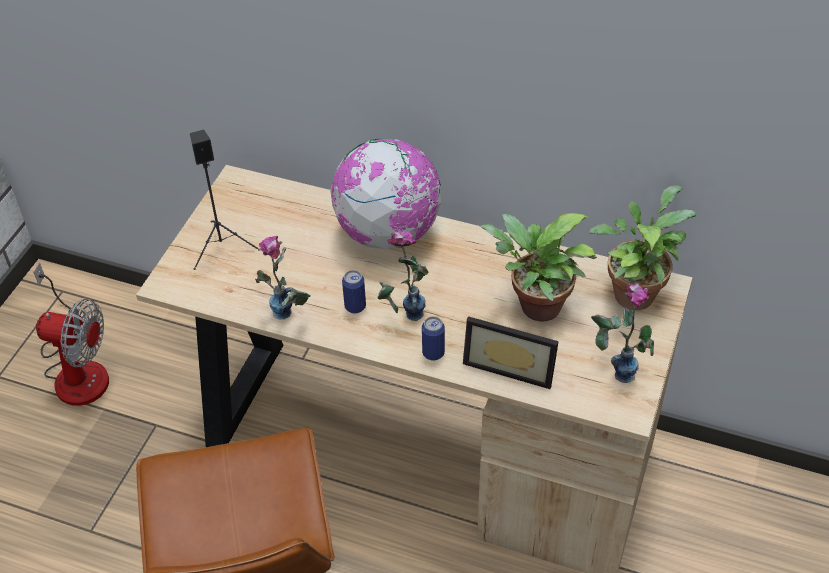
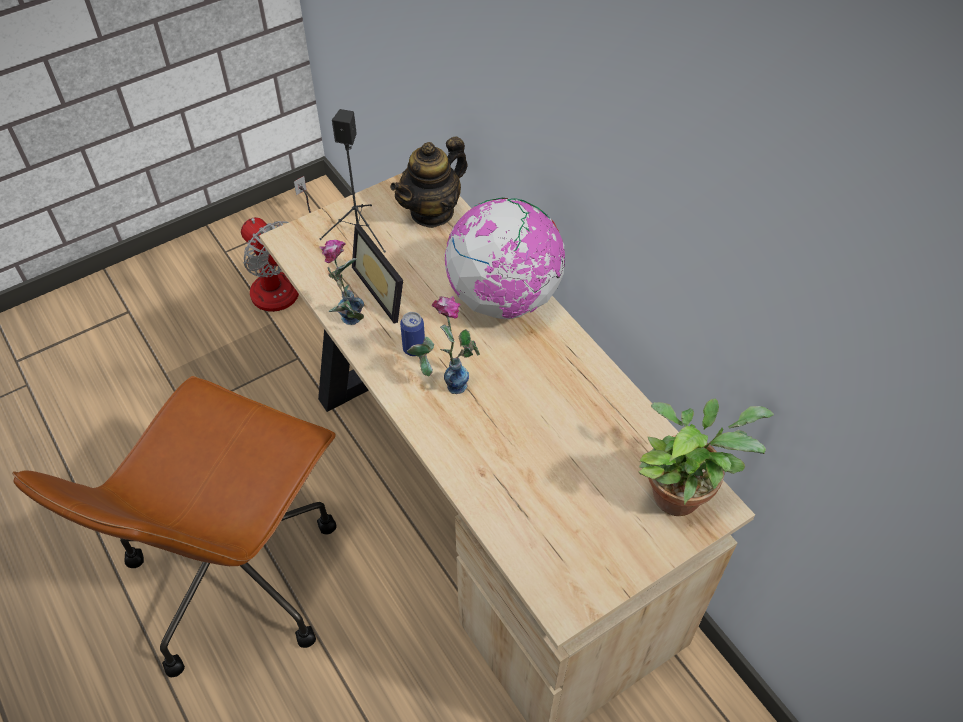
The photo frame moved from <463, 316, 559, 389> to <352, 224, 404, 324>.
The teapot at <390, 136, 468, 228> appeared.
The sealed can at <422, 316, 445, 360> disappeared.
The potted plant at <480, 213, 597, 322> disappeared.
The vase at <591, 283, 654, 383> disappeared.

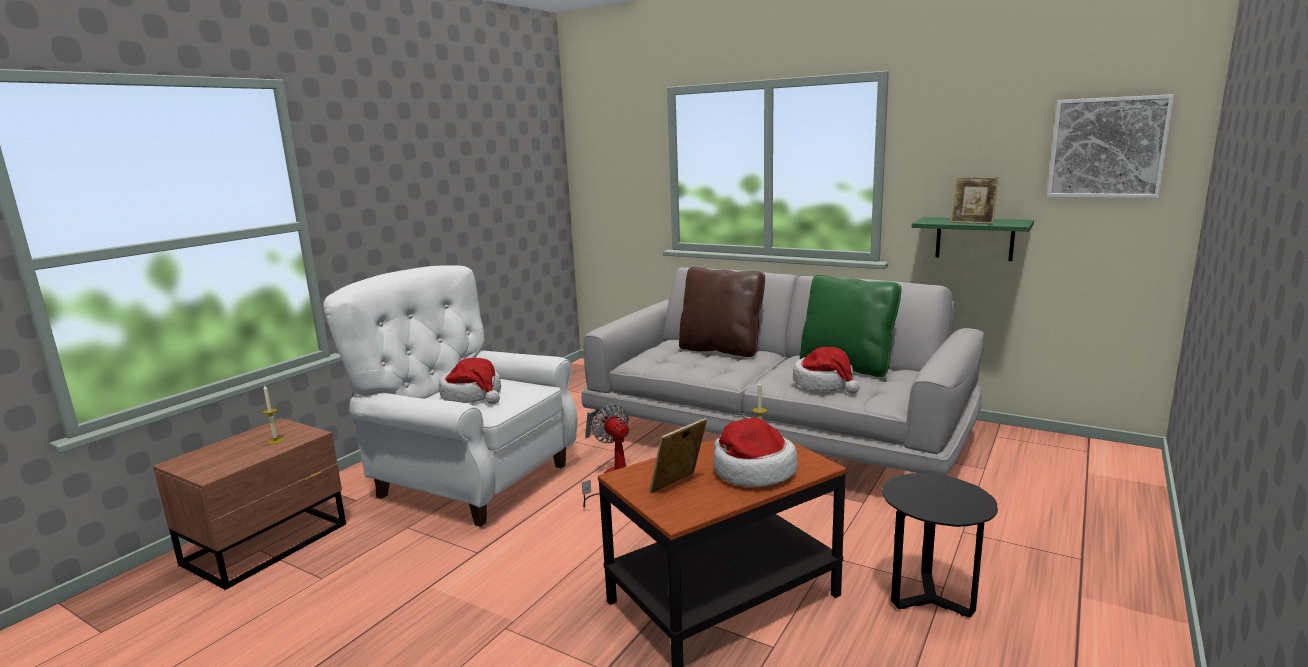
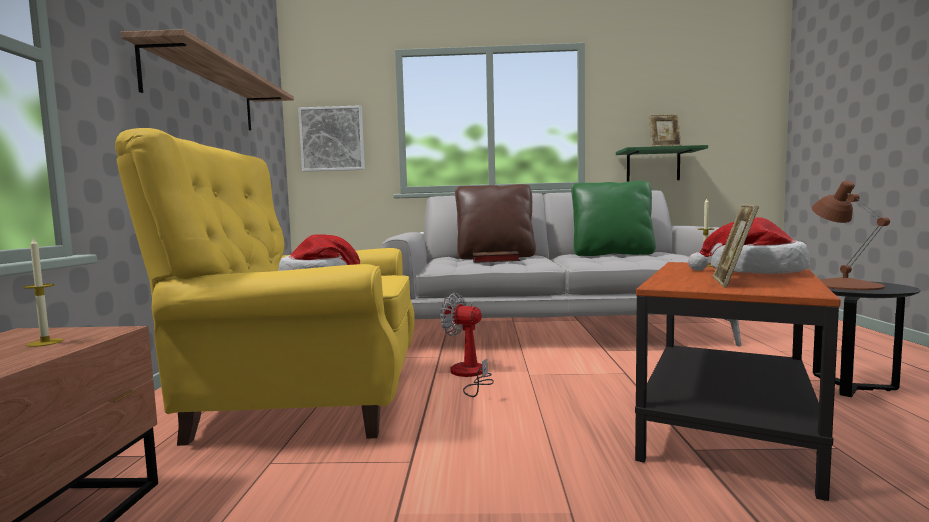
The whitish easy chair at <323, 265, 577, 527> became the yellow easy chair at <115, 128, 415, 446>.
The shelf at <120, 29, 294, 130> appeared.
The picture moved from <1047, 94, 1174, 198> to <298, 105, 365, 172>.
The bound book at <473, 251, 520, 263> appeared.
The brown-coloured table lamp at <812, 181, 890, 290> appeared.
The hat at <793, 347, 860, 394> disappeared.

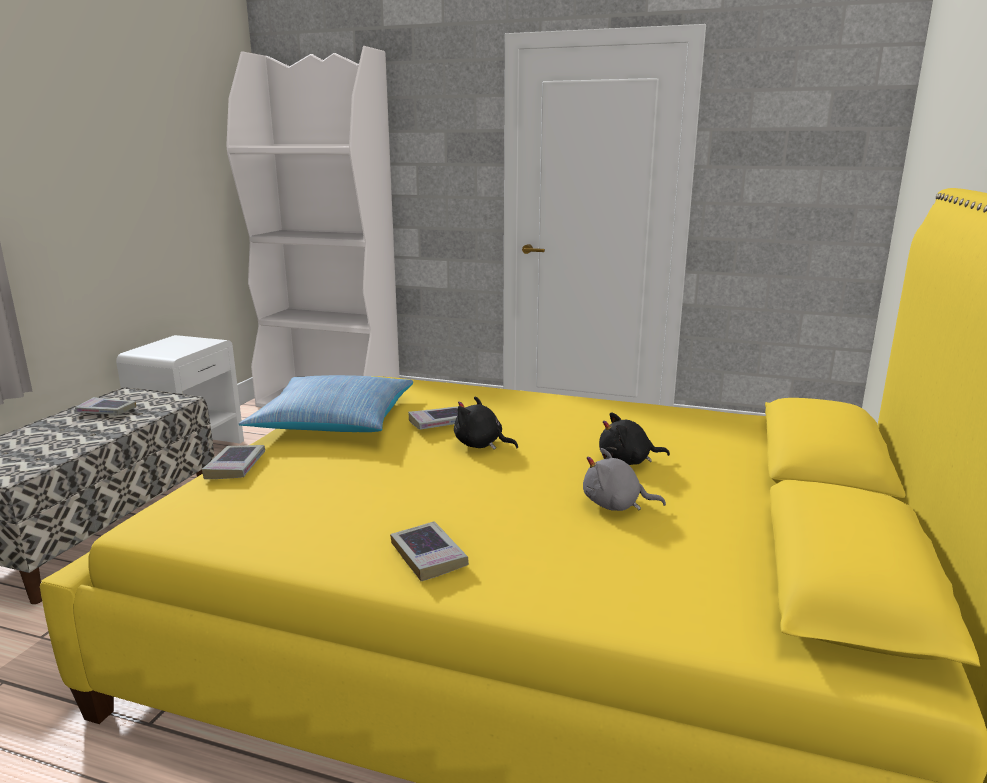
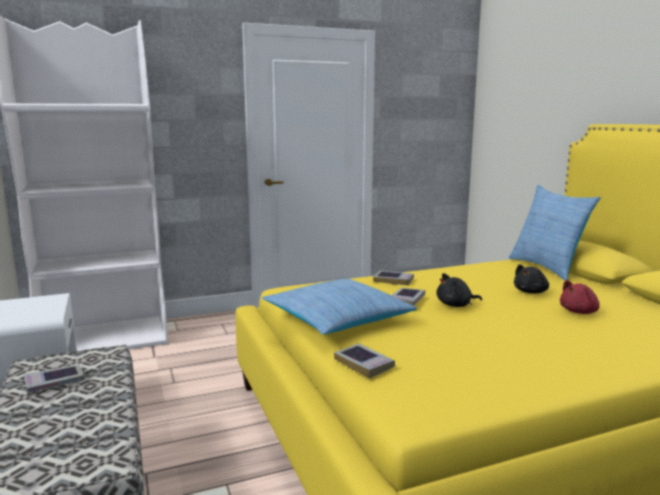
The bound book moved from <390, 521, 469, 581> to <373, 270, 414, 285>.
The cushion at <509, 185, 601, 281> appeared.
The grey plush toy at <583, 448, 666, 511> became the reddish plush toy at <560, 280, 600, 314>.

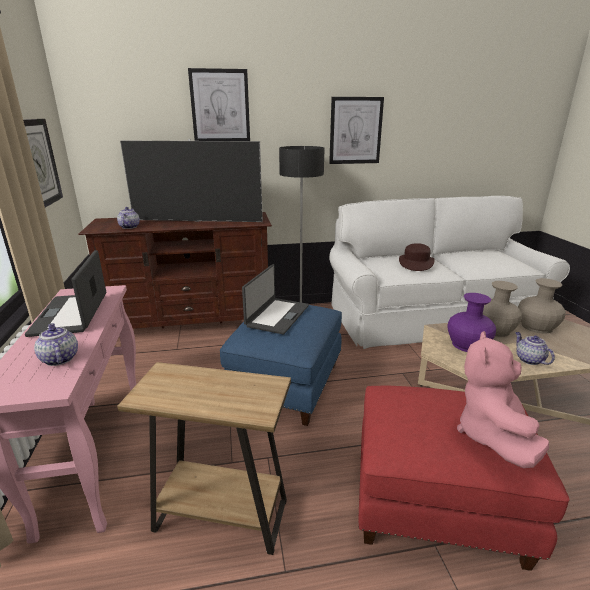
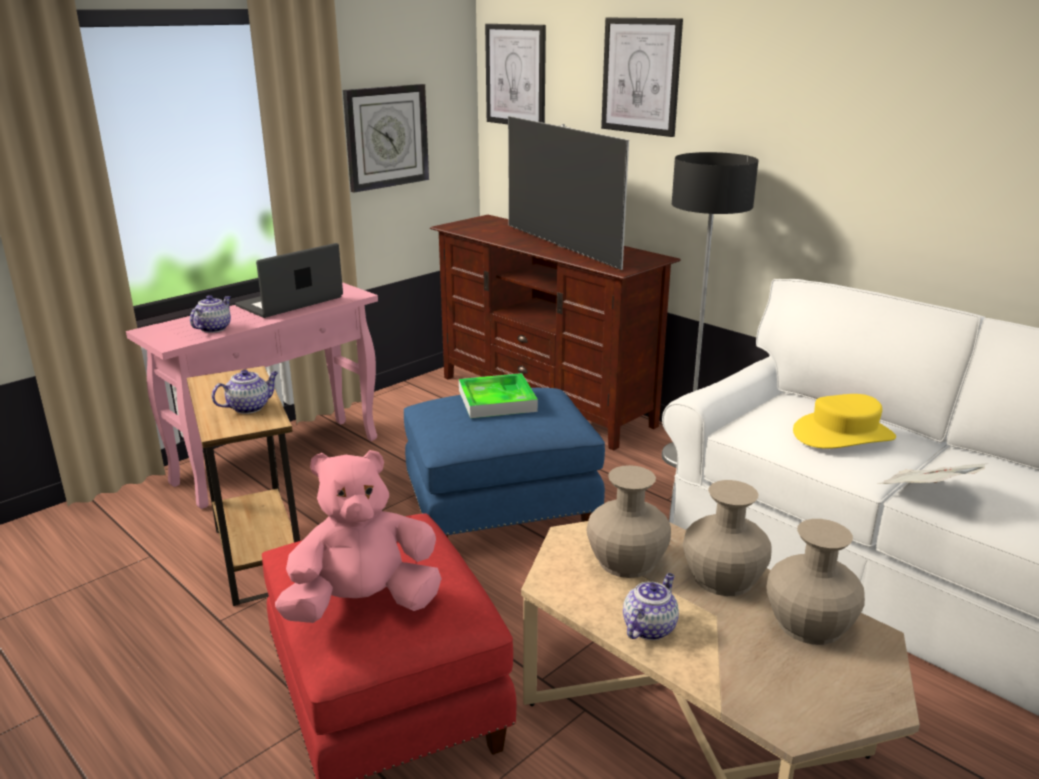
The teapot moved from <117, 207, 140, 229> to <212, 370, 279, 414>.
The portable computer at <242, 264, 309, 335> was replaced by the serving tray at <459, 373, 538, 418>.
The picture moved from <329, 97, 384, 164> to <485, 24, 546, 124>.
The purplish vase at <447, 293, 496, 352> became the beige vase at <587, 465, 671, 578>.
The brown-coloured hat at <399, 243, 435, 271> became the yellow hat at <793, 394, 896, 449>.
The printed paper at <877, 463, 989, 484> appeared.

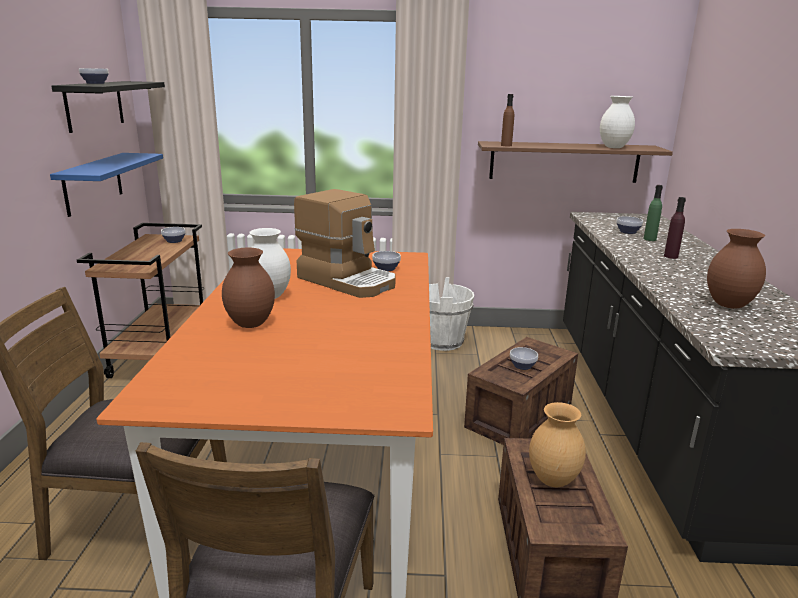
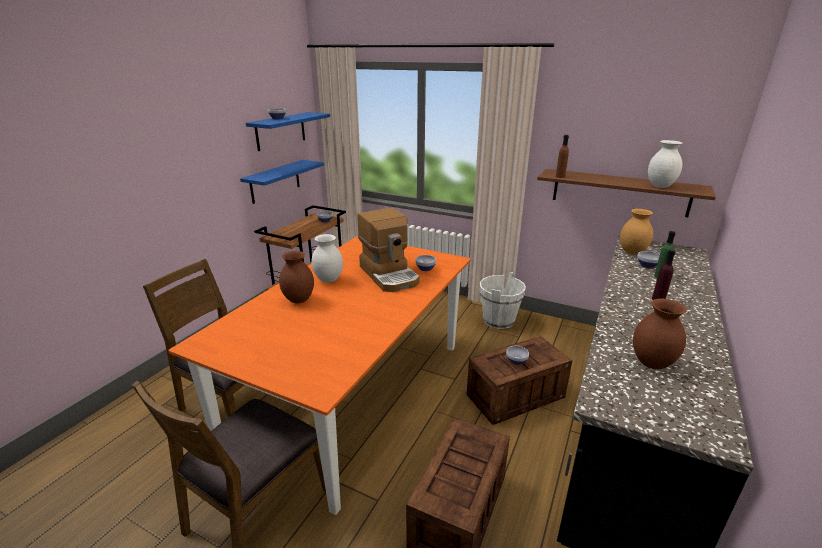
The black-coloured shelf at <51, 81, 165, 133> became the blue-coloured shelf at <246, 112, 330, 151>.
The brown-coloured vase moved from <529, 402, 586, 487> to <620, 209, 653, 255>.

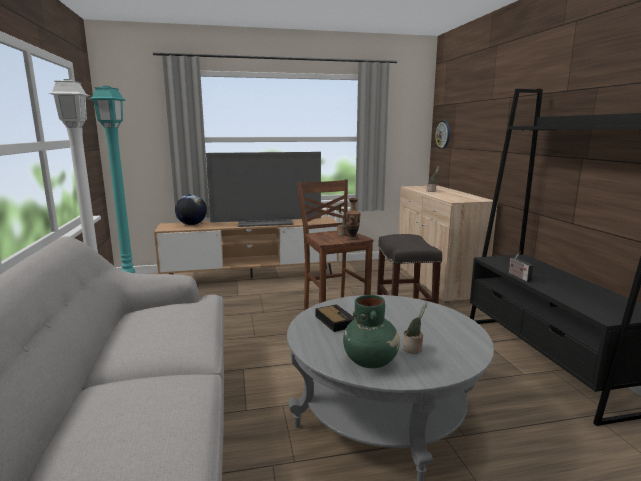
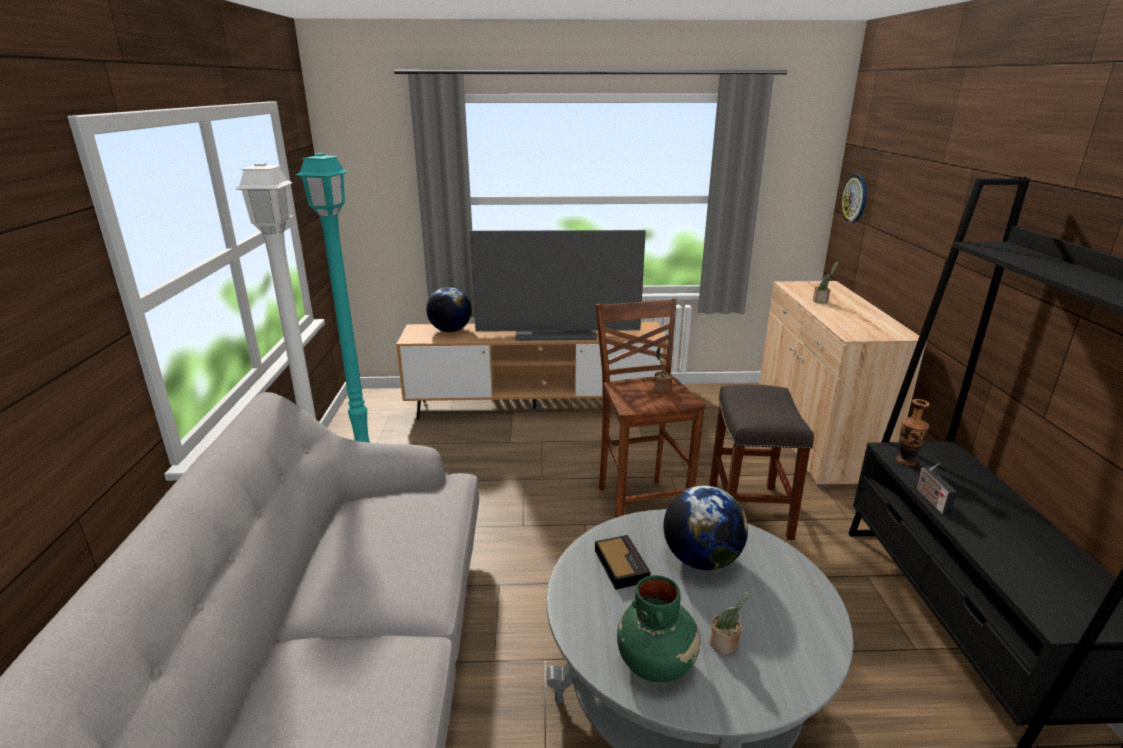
The world globe at <663, 486, 748, 570> appeared.
The vase moved from <346, 198, 361, 240> to <896, 399, 930, 466>.

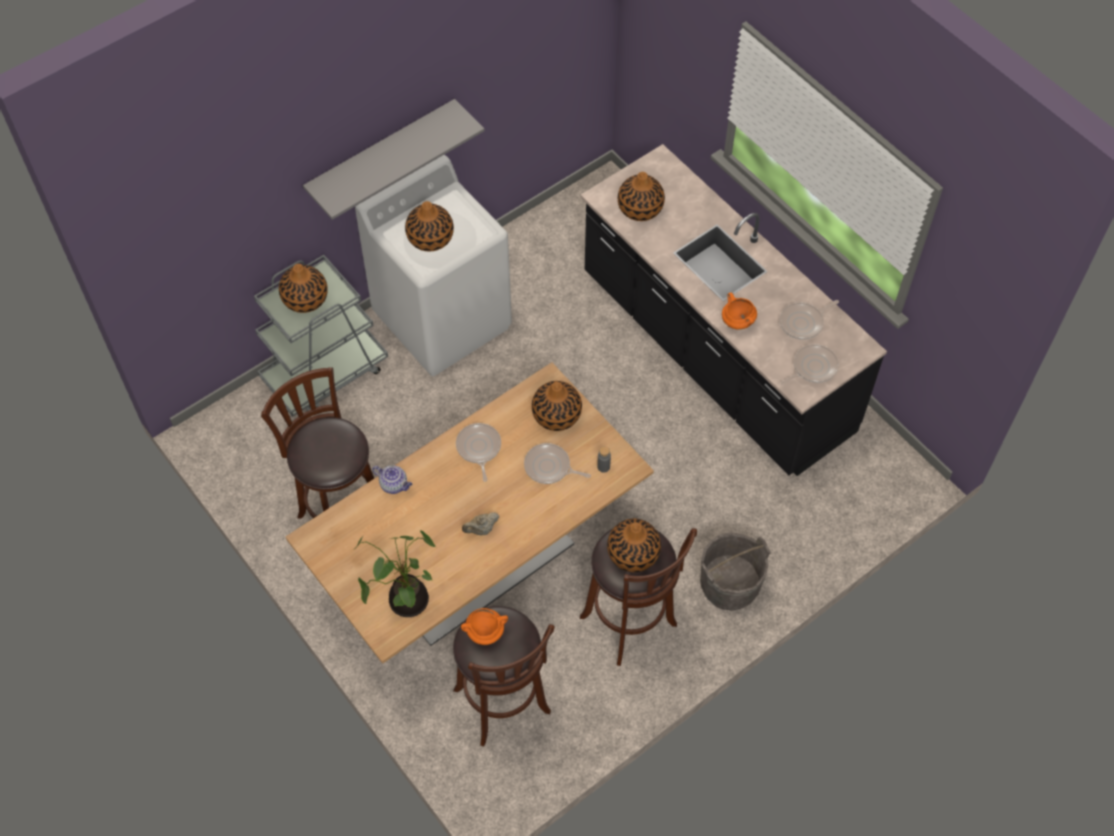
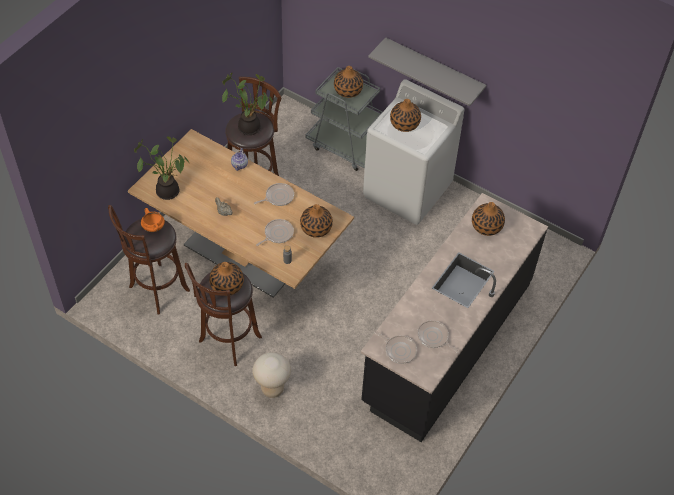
The potted plant at <222, 72, 273, 135> appeared.
The grey water bucket at <700, 532, 771, 611> was replaced by the beige stool at <253, 352, 291, 398>.
The pan at <524, 443, 591, 484> turned 45 degrees clockwise.
The orange-coloured stockpot at <722, 292, 757, 330> disappeared.

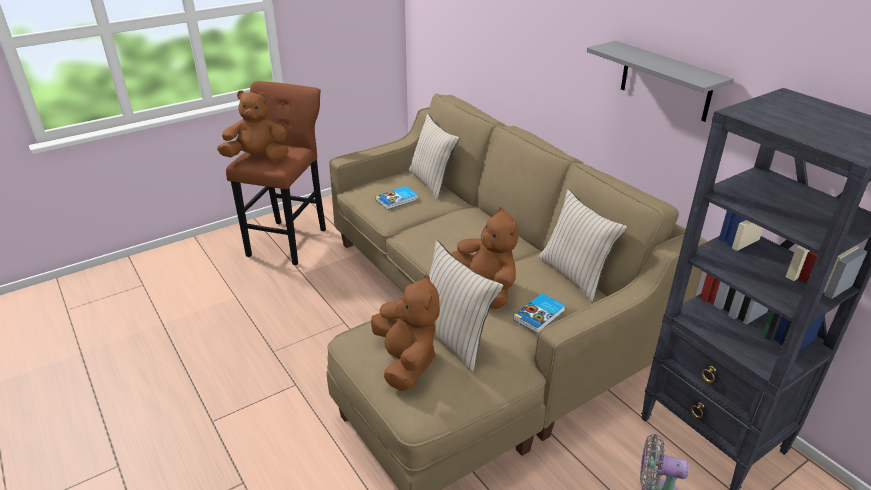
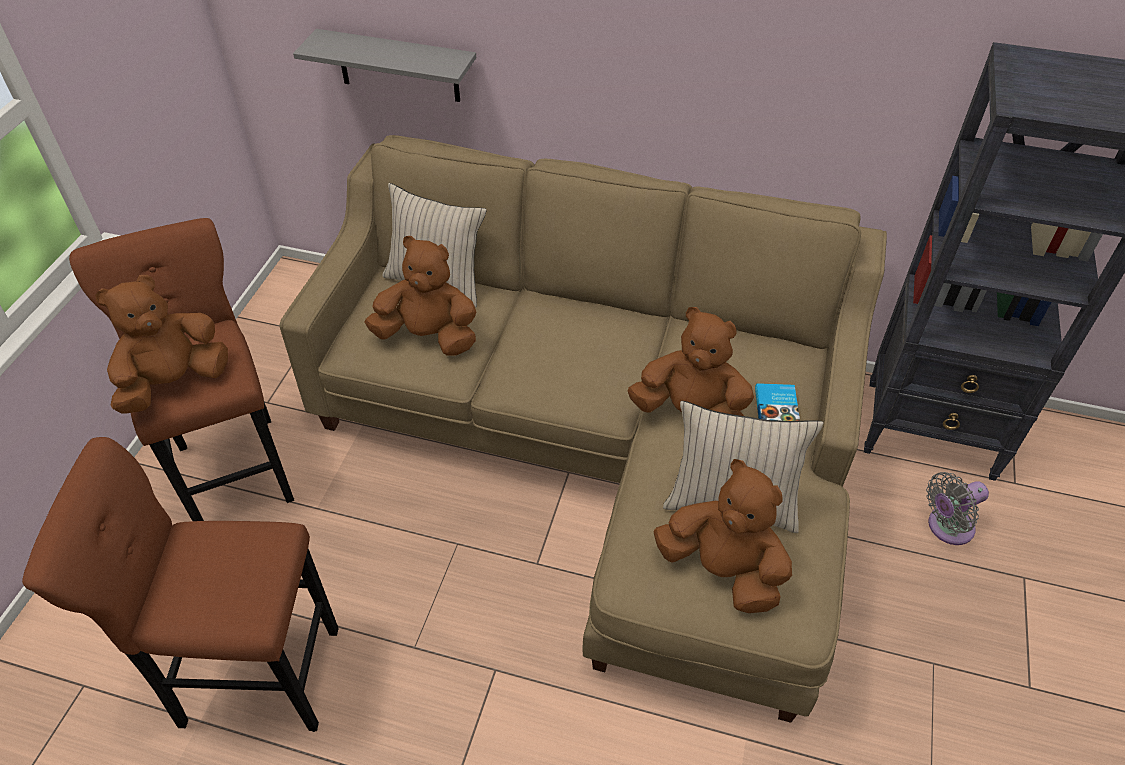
The brown-coloured stool at <22, 437, 339, 732> appeared.
The grey shelf moved from <587, 41, 734, 122> to <293, 29, 476, 102>.
The bound book at <375, 186, 418, 210> was replaced by the brown-coloured plush toy at <364, 236, 476, 356>.
The beige cushion at <538, 189, 627, 302> disappeared.

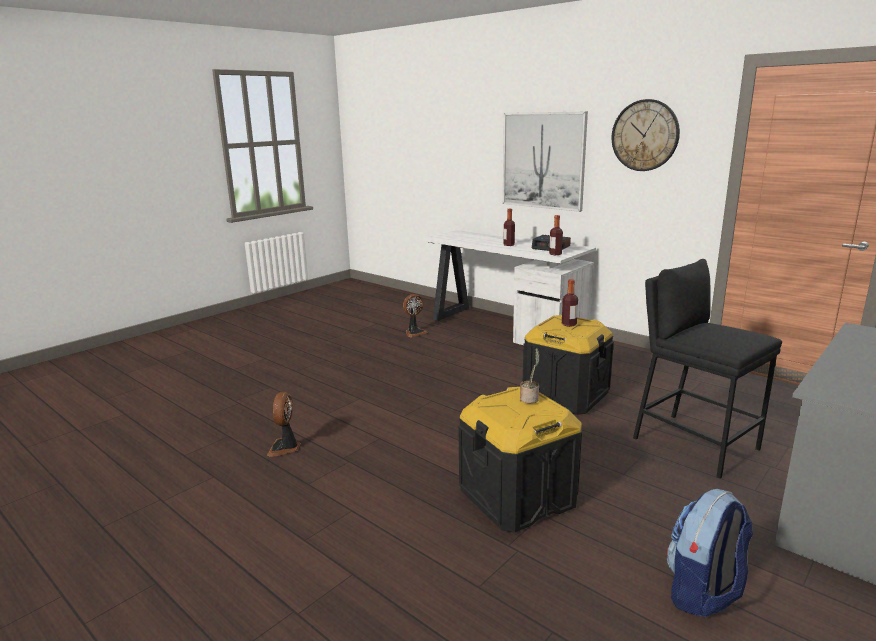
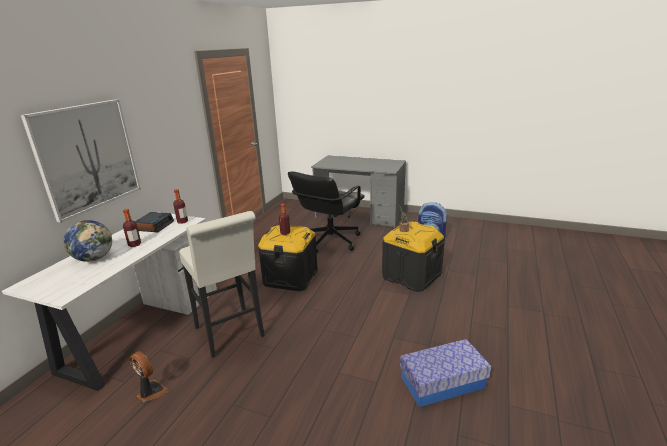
The world globe at <64, 220, 112, 262> appeared.
The whitish stool at <179, 211, 265, 358> appeared.
The black-coloured stool at <633, 259, 782, 479> was replaced by the black-coloured office chair at <288, 172, 365, 253>.
The electric fan at <267, 392, 301, 457> was replaced by the storage container at <400, 339, 491, 407>.
The wall clock at <612, 99, 680, 171> disappeared.

